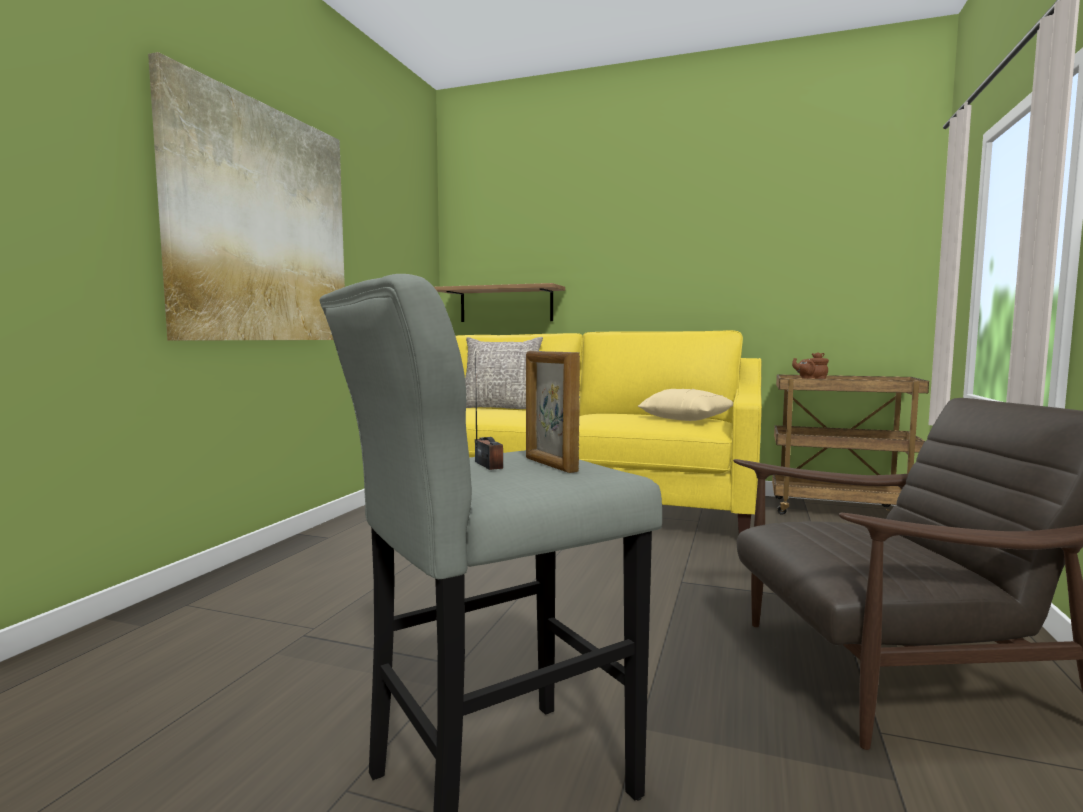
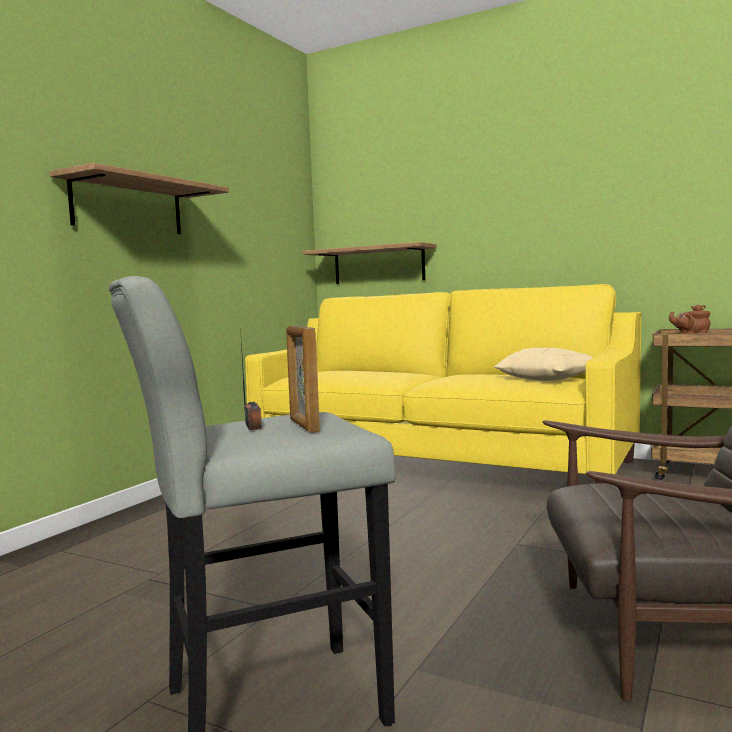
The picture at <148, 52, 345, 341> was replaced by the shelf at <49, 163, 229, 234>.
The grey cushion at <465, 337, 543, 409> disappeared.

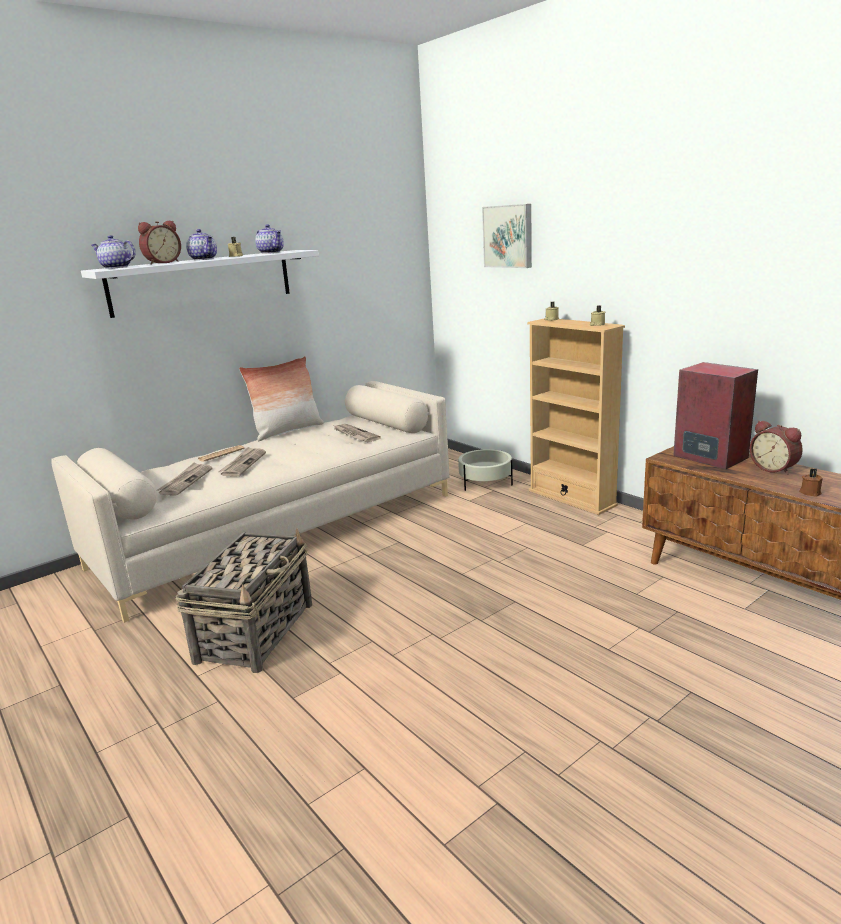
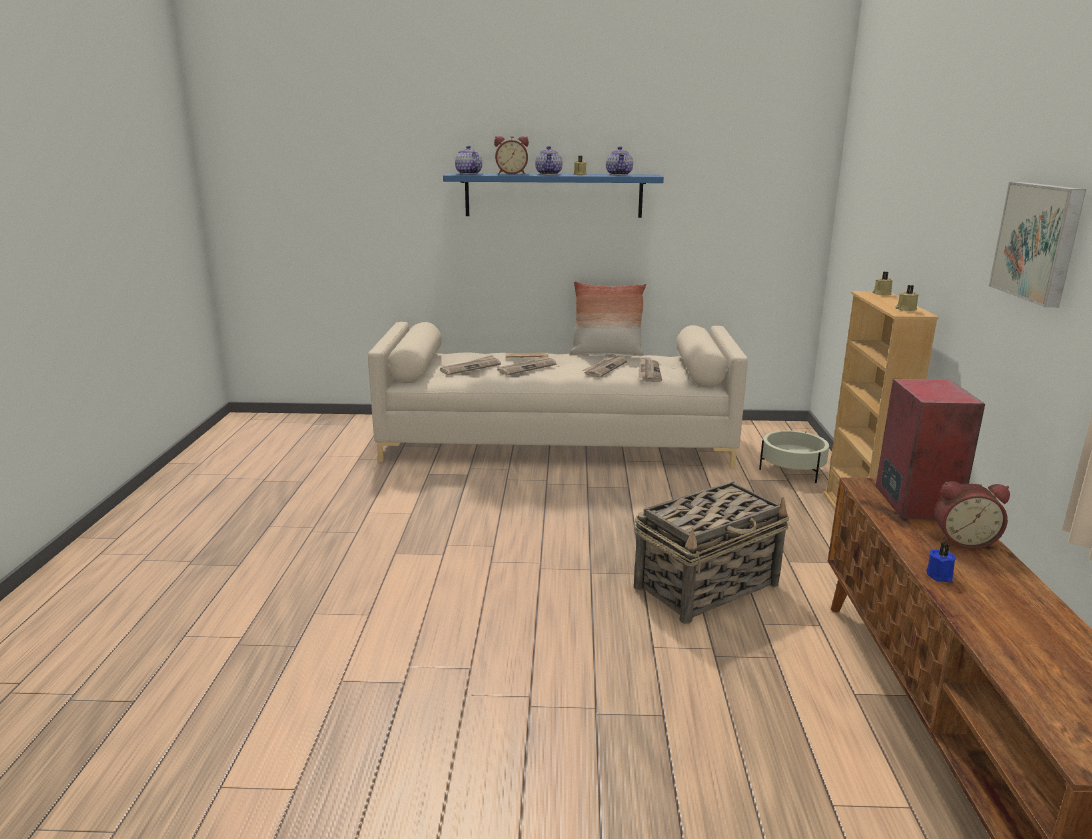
The whitish shelf at <81, 250, 319, 318> became the blue-coloured shelf at <443, 173, 664, 218>.
The printed paper at <582, 354, 627, 377> appeared.
The basket moved from <176, 528, 312, 673> to <634, 481, 789, 624>.
The brown-coloured wax light at <799, 468, 823, 497> became the blue-coloured wax light at <926, 543, 956, 582>.
The table clock at <750, 420, 803, 475> turned 90 degrees counterclockwise.
The picture moved from <482, 204, 532, 268> to <989, 182, 1086, 307>.

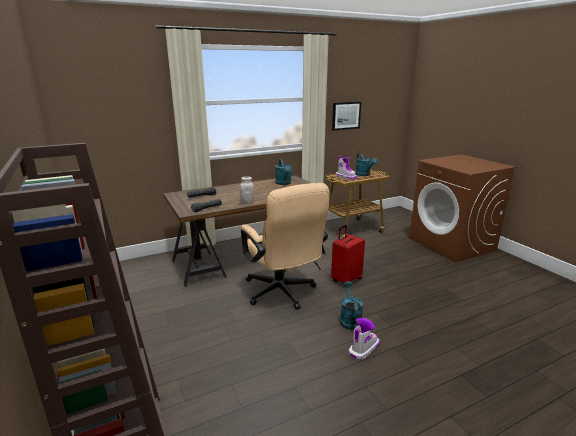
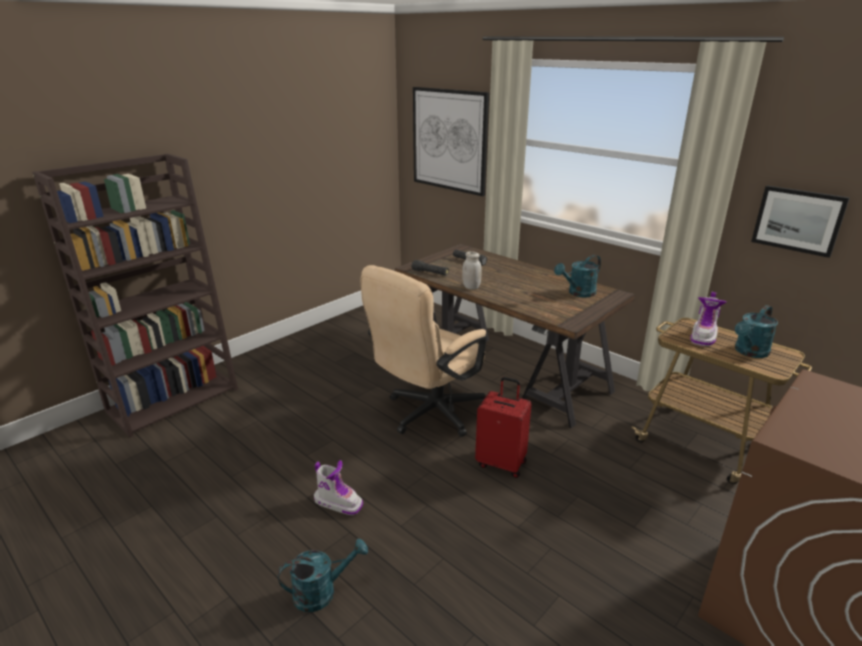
The blue-green watering can moved from <340, 281, 363, 330> to <278, 539, 368, 612>.
The picture at <413, 87, 489, 196> appeared.

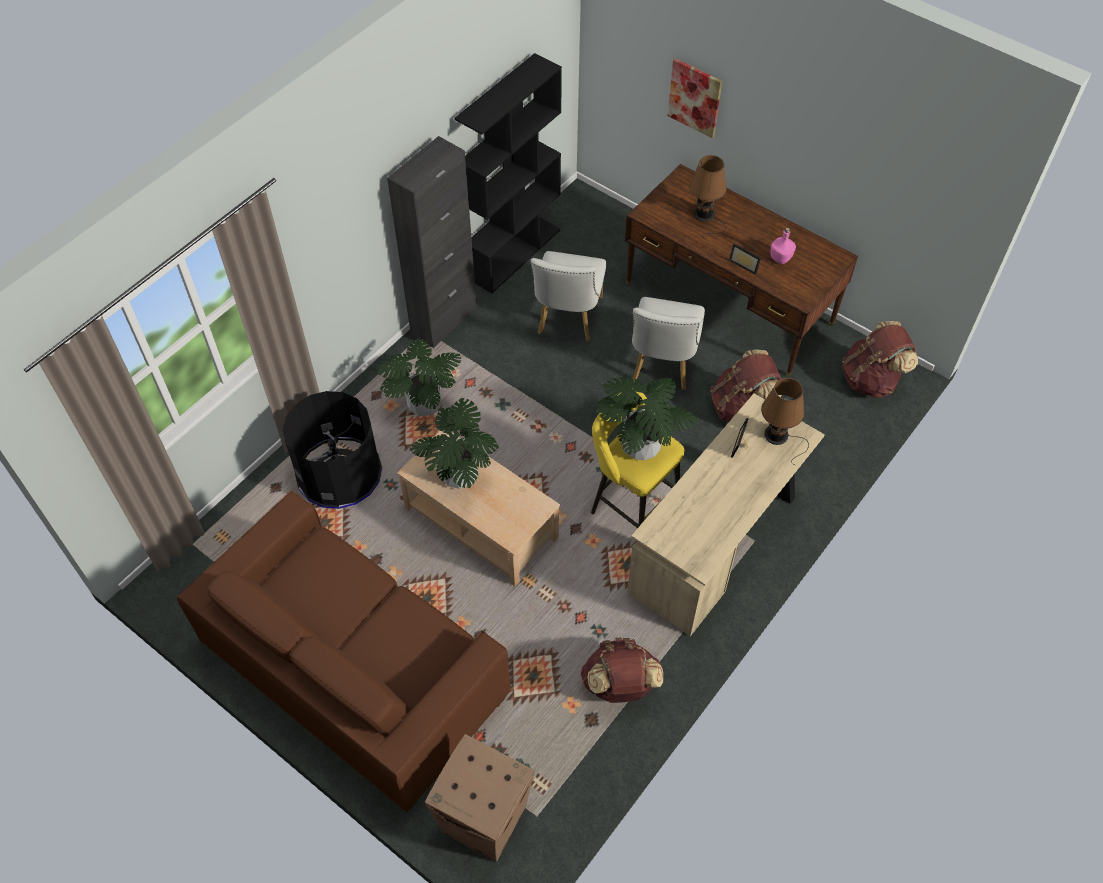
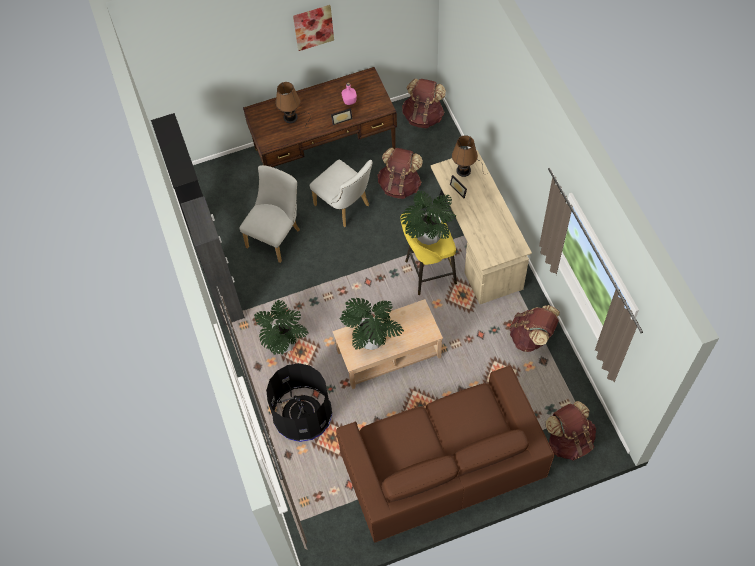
The whitish upright chair at <531, 251, 606, 341> turned 105 degrees counterclockwise.
The picture moved from <667, 58, 722, 138> to <293, 5, 334, 51>.
The carton at <424, 734, 535, 862> was replaced by the brown-coloured backpack at <546, 401, 596, 461>.

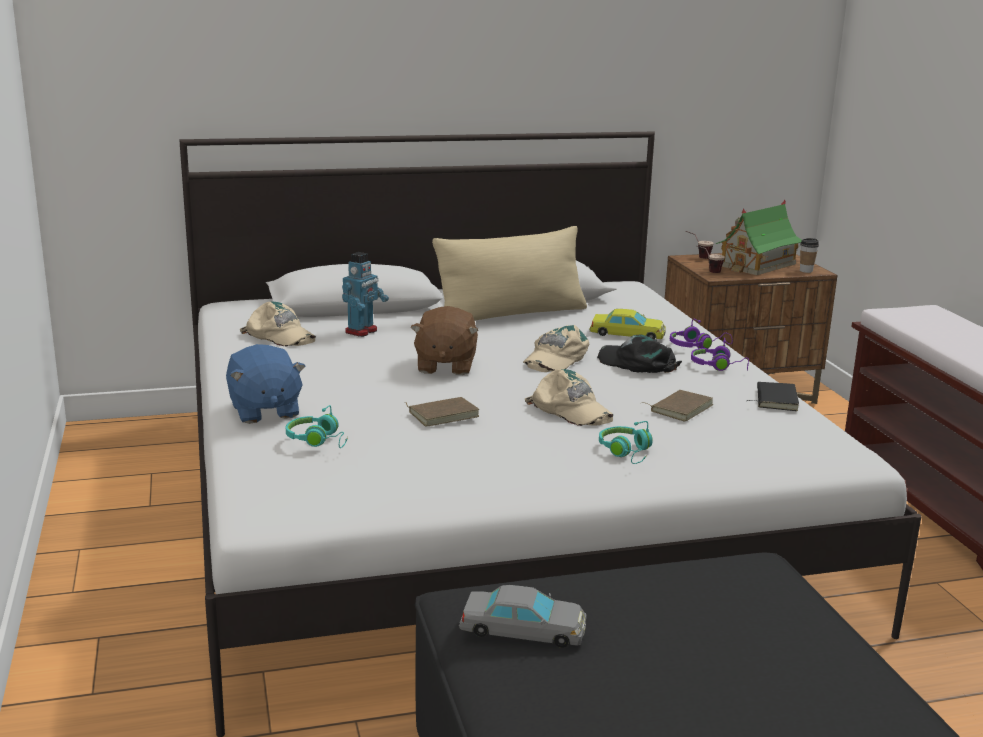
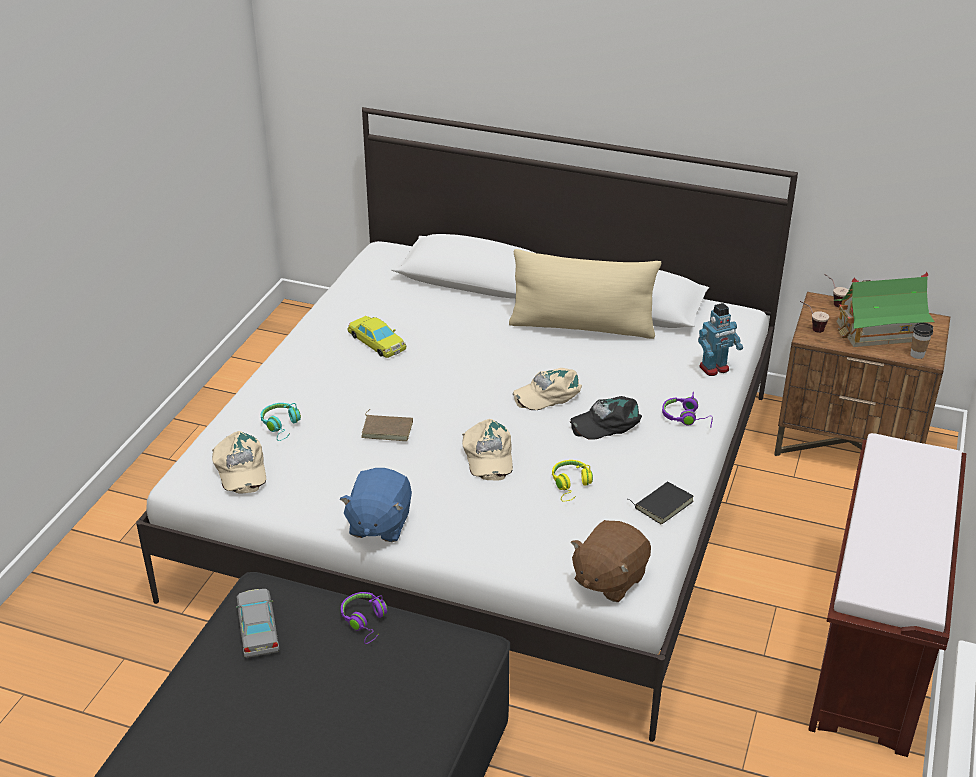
The beige baseball cap moved from <239, 301, 316, 346> to <212, 431, 266, 493>.
The grey toy car at <459, 585, 586, 648> turned 150 degrees counterclockwise.
The blue-coloured plush toy moved from <226, 344, 306, 424> to <340, 468, 412, 542>.
The purplish headphones moved from <691, 338, 749, 371> to <341, 592, 387, 644>.
The yellow toy car moved from <589, 309, 666, 339> to <347, 316, 406, 358>.
The brown-coloured bound book at <642, 390, 713, 422> was replaced by the yellow headphones at <552, 460, 593, 501>.
The black-coloured baseball cap at <597, 335, 682, 373> turned 90 degrees counterclockwise.
The brown-coloured plush toy moved from <410, 306, 478, 375> to <571, 520, 651, 602>.
The toy robot moved from <342, 252, 389, 337> to <698, 303, 743, 376>.
The blue-green headphones at <599, 421, 653, 464> disappeared.

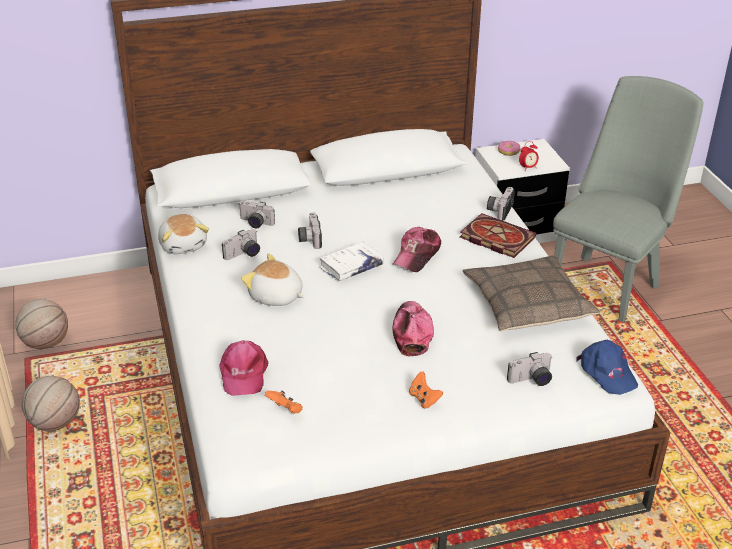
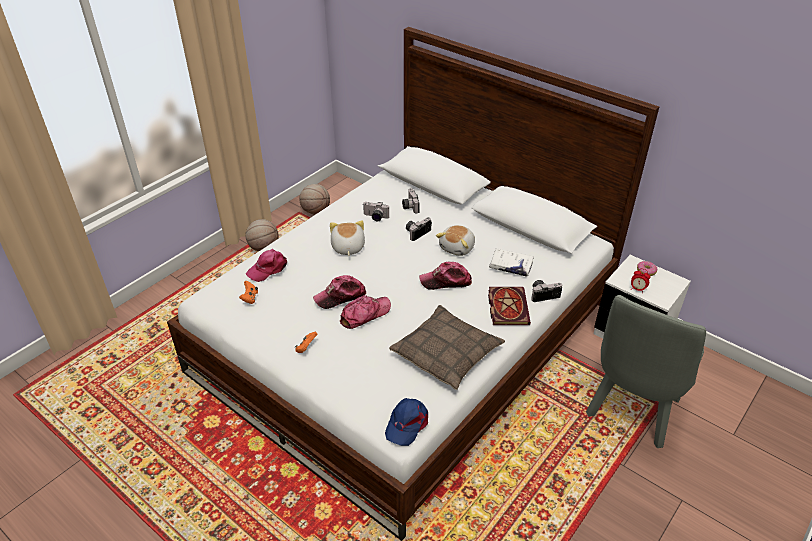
The baseball cap at <313, 275, 366, 309> appeared.
The plush toy moved from <158, 214, 209, 254> to <436, 225, 475, 256>.
The whitish bound book moved from <319, 242, 384, 281> to <489, 248, 534, 277>.
The grey upright chair at <553, 76, 704, 322> turned 120 degrees clockwise.
The photo camera at <507, 352, 553, 386> disappeared.

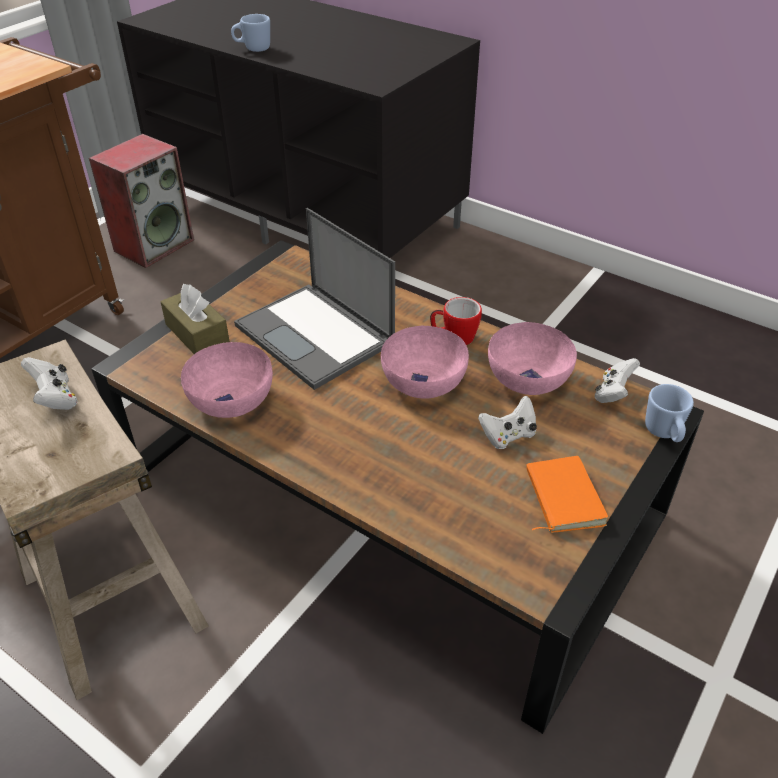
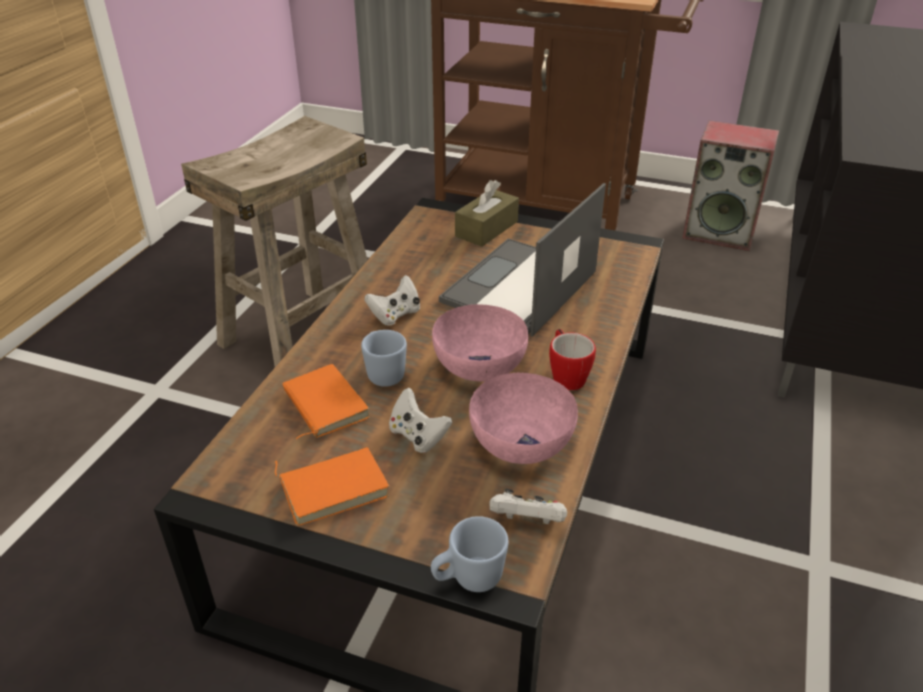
The orange-coloured bound book at <283, 364, 370, 439> appeared.
The blue-coloured tea mug moved from <231, 14, 270, 52> to <361, 330, 407, 387>.
The whitish joypad moved from <21, 357, 78, 410> to <364, 275, 420, 326>.
The pink-coloured deep dish at <181, 342, 273, 418> disappeared.

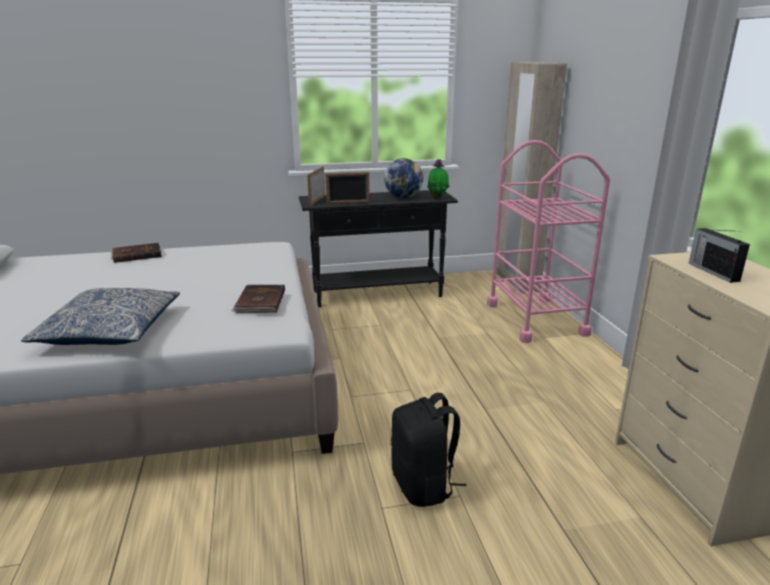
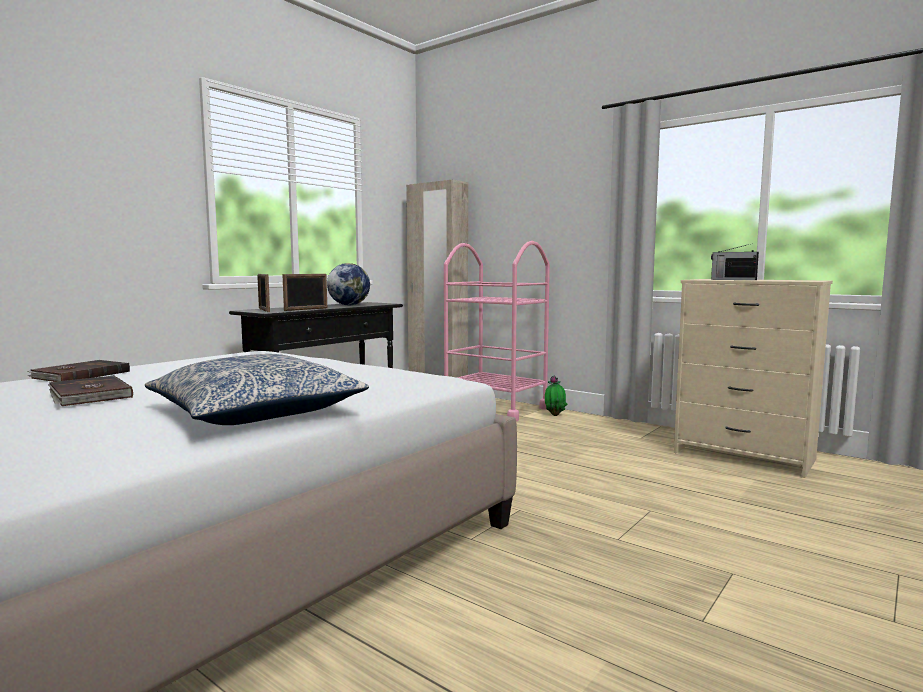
The brown-coloured bound book moved from <232, 285, 285, 313> to <48, 375, 133, 406>.
The potted plant moved from <427, 159, 449, 199> to <545, 375, 568, 416>.
The black-coloured backpack at <391, 393, 466, 507> disappeared.

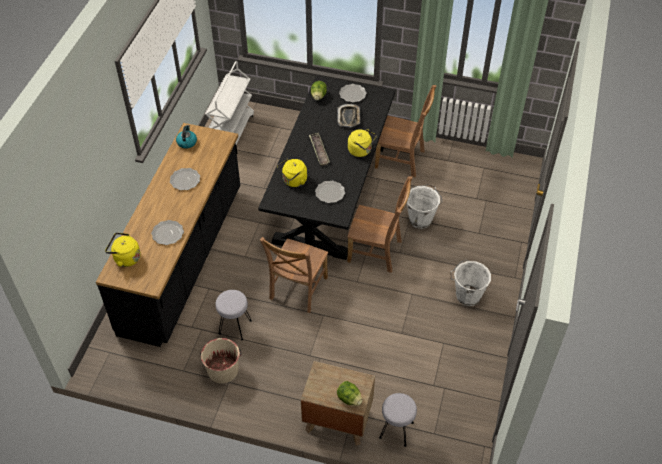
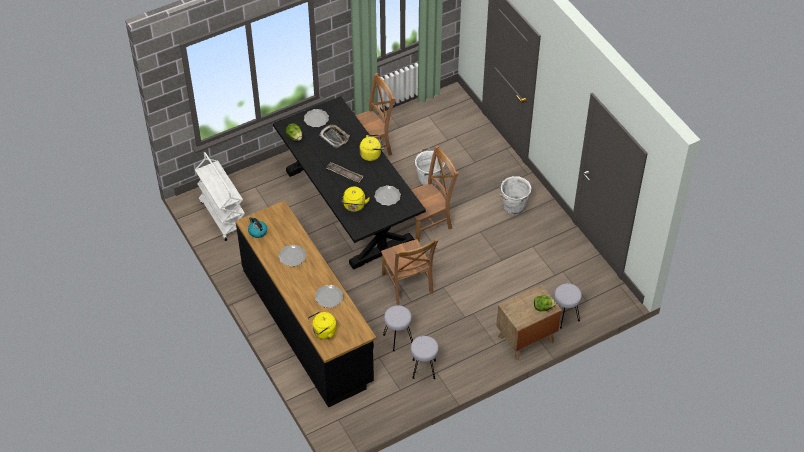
The beige water bucket at <200, 338, 241, 384> was replaced by the grey stool at <410, 336, 439, 379>.

